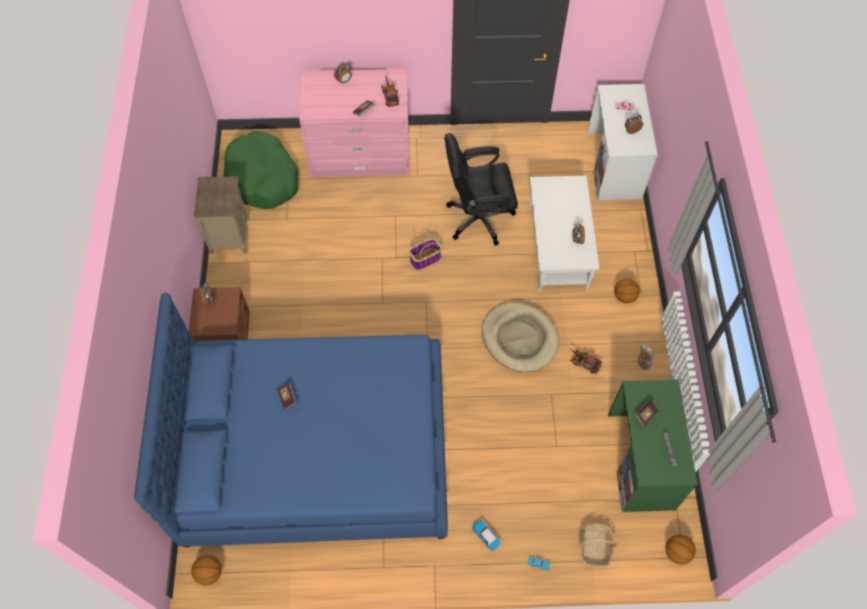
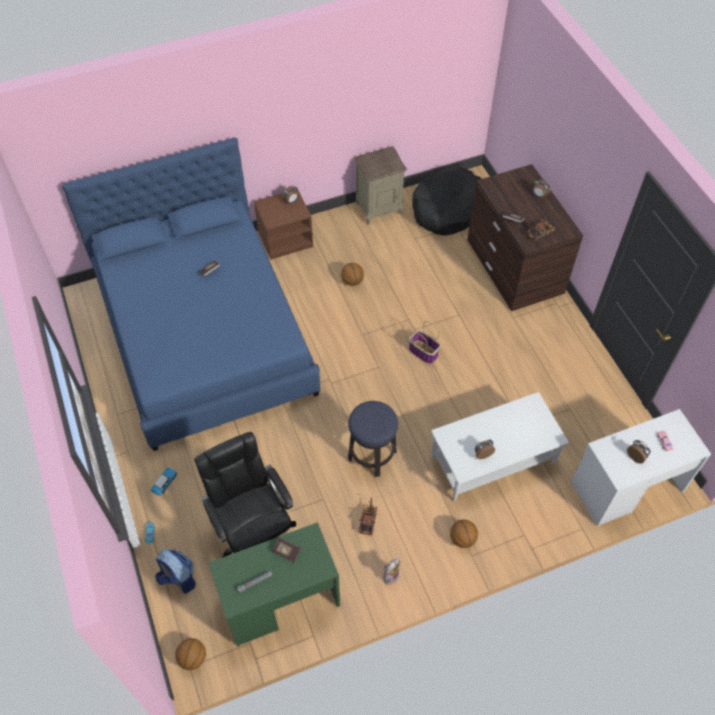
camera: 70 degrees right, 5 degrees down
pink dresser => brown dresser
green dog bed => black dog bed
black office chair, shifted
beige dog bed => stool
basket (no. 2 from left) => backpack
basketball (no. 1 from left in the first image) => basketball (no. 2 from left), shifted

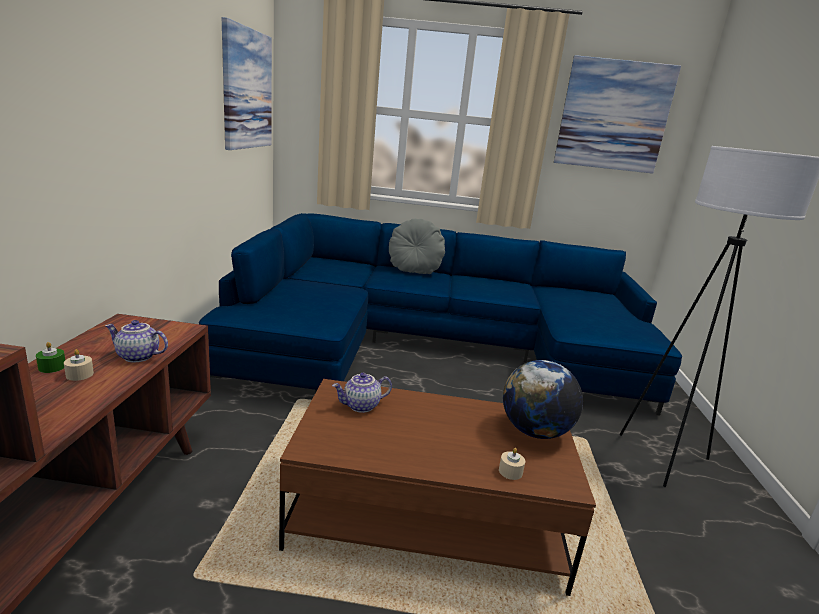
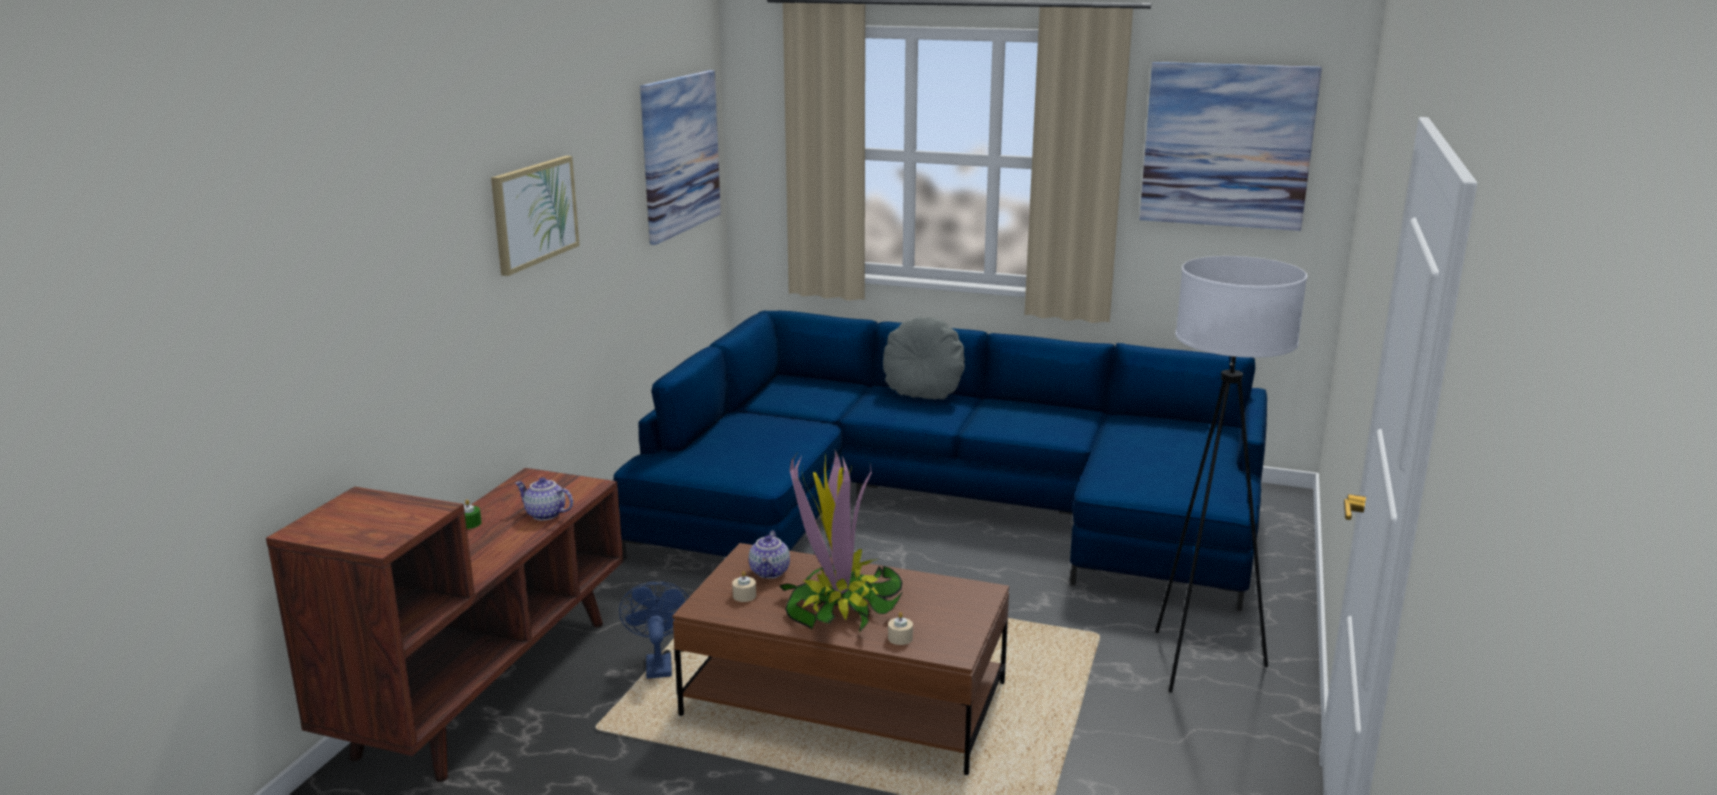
camera: 15 degrees right, 0 degrees up
beige candle (no. 1 from left), shifted
globe => nothing
teapot (no. 2 from left), 75 degrees counterclockwise
nothing => picture (no. 1 from left)
nothing => potted plant
nothing => blue fan

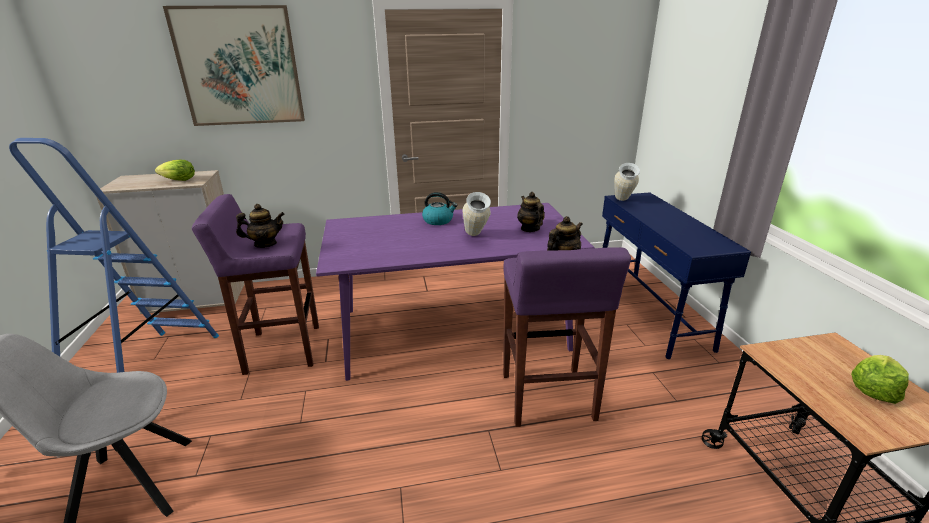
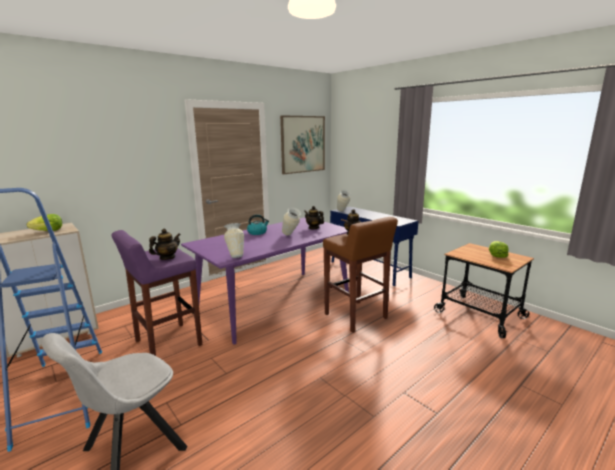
camera: 30 degrees left, 10 degrees down
picture, shifted
purple stool (no. 2 from left) => brown stool
nothing => vase (no. 1 from left)

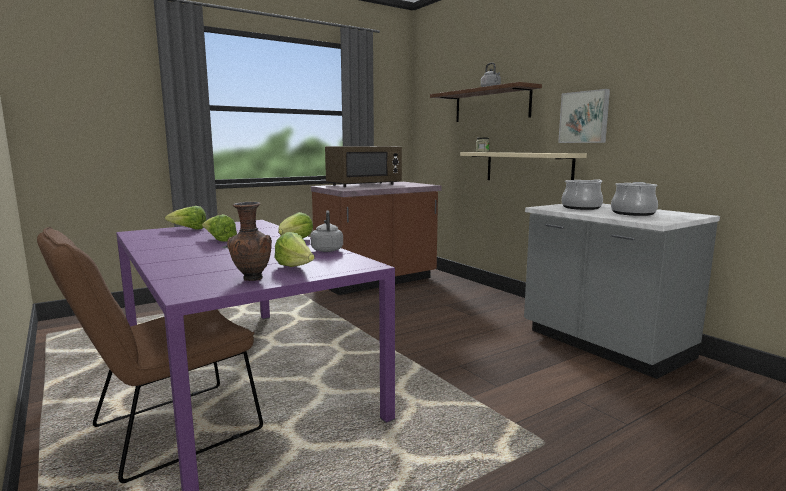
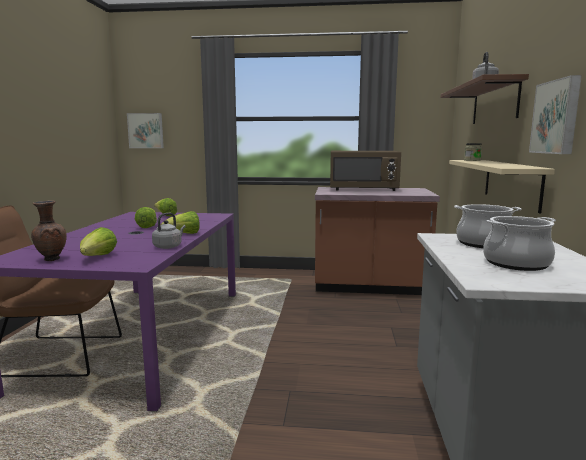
camera: 40 degrees right, 0 degrees up
nothing => picture (no. 1 from left)

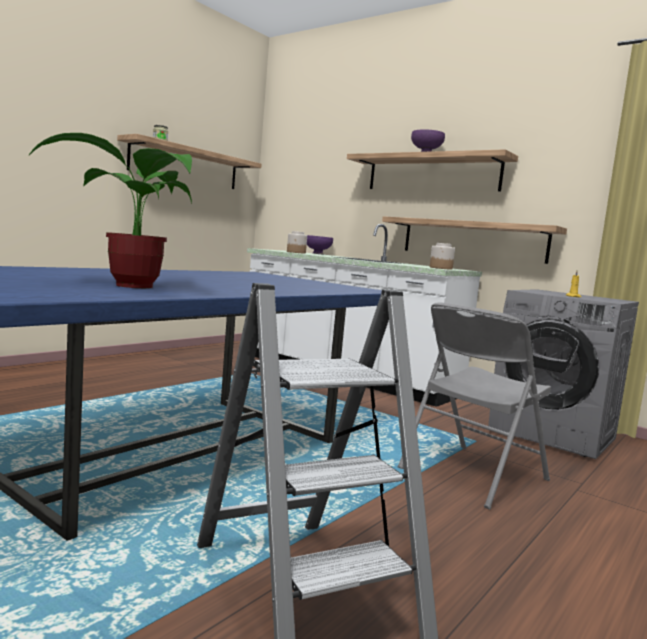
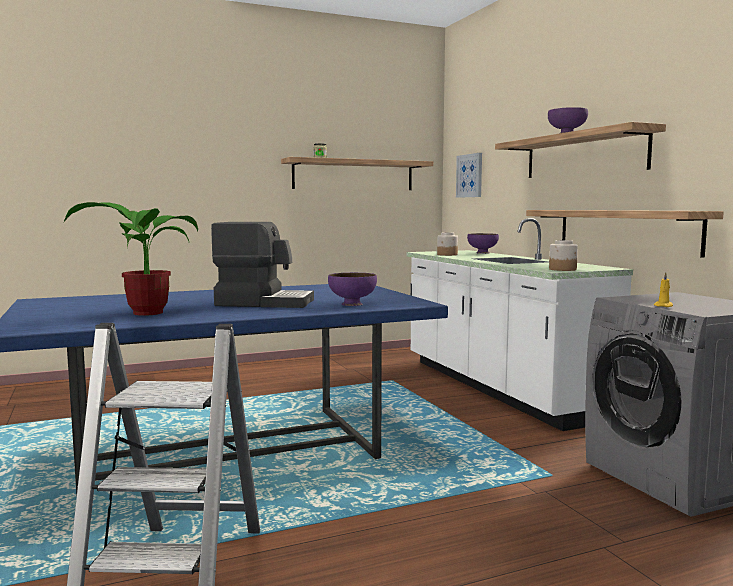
camera: 30 degrees right, 0 degrees up
grey chair => nothing
nothing => picture
nothing => coffee machine
nothing => purple bowl (no. 1 from left)

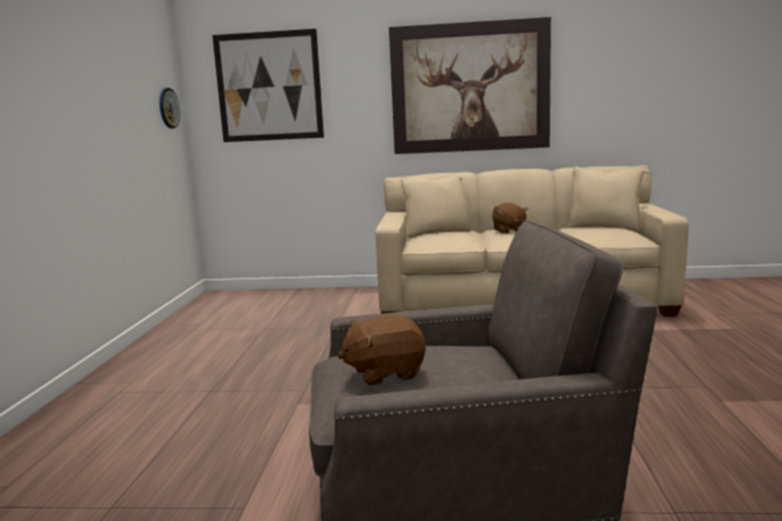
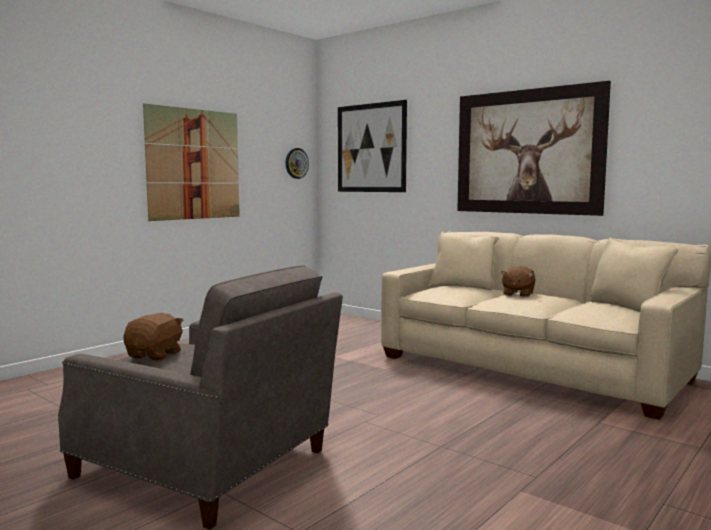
camera: 35 degrees right, 5 degrees down
brown plush toy (no. 1 from left), 90 degrees clockwise
nothing => picture (no. 1 from left)

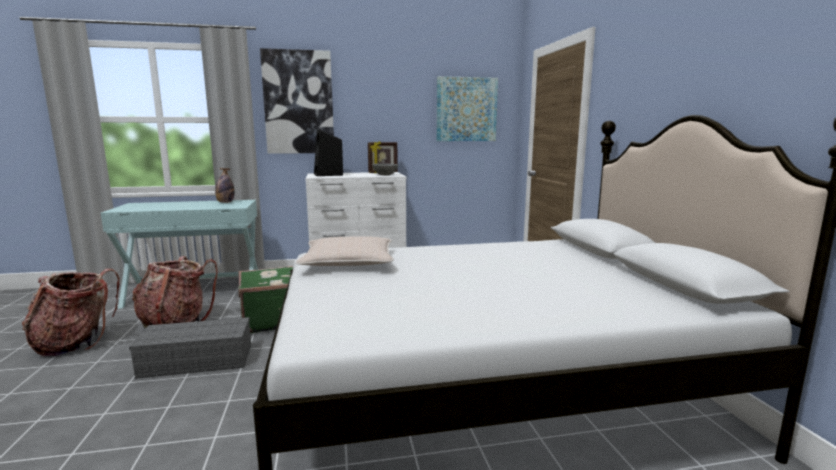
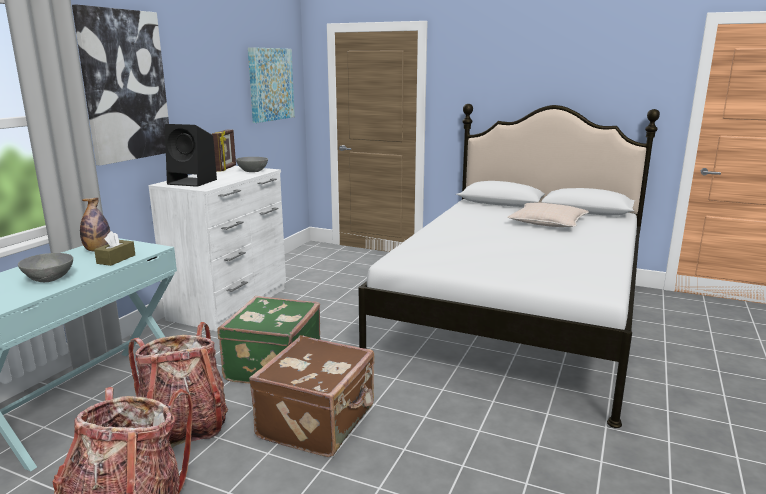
camera: 55 degrees left, 5 degrees up
beige pillow, shifted
grey storage box => brown suitcase
nothing => brown tissue box
nothing => grey bowl (no. 1 from left)

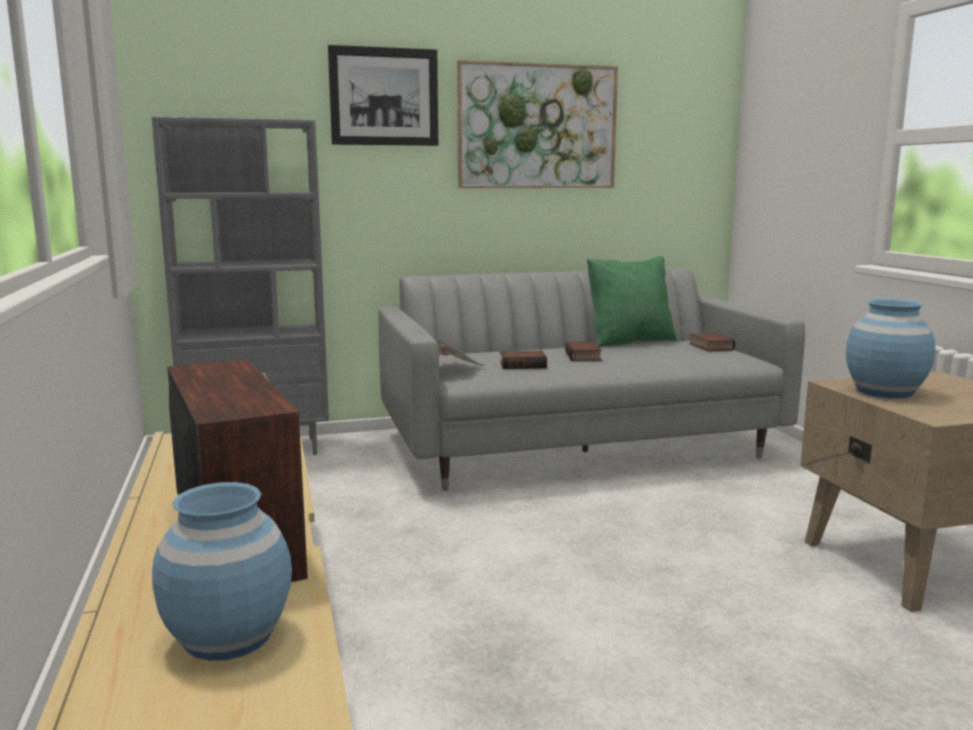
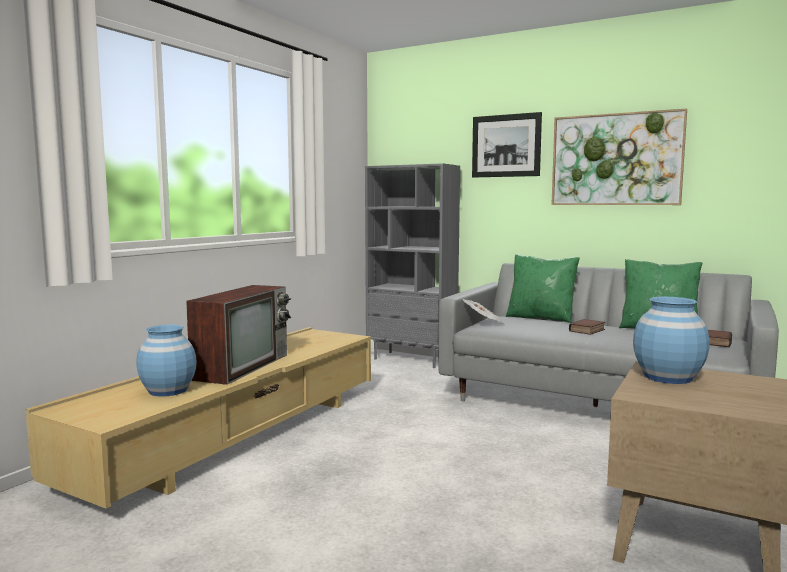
camera: 45 degrees right, 5 degrees down
book (no. 1 from left) => nothing
nothing => green pillow (no. 1 from left)

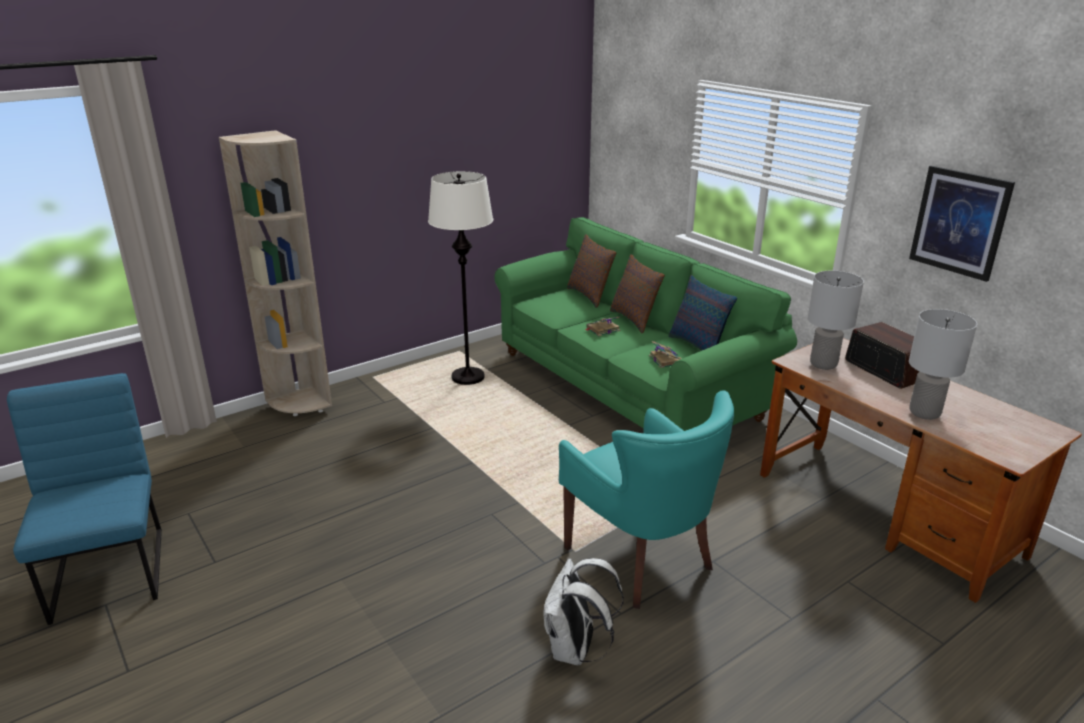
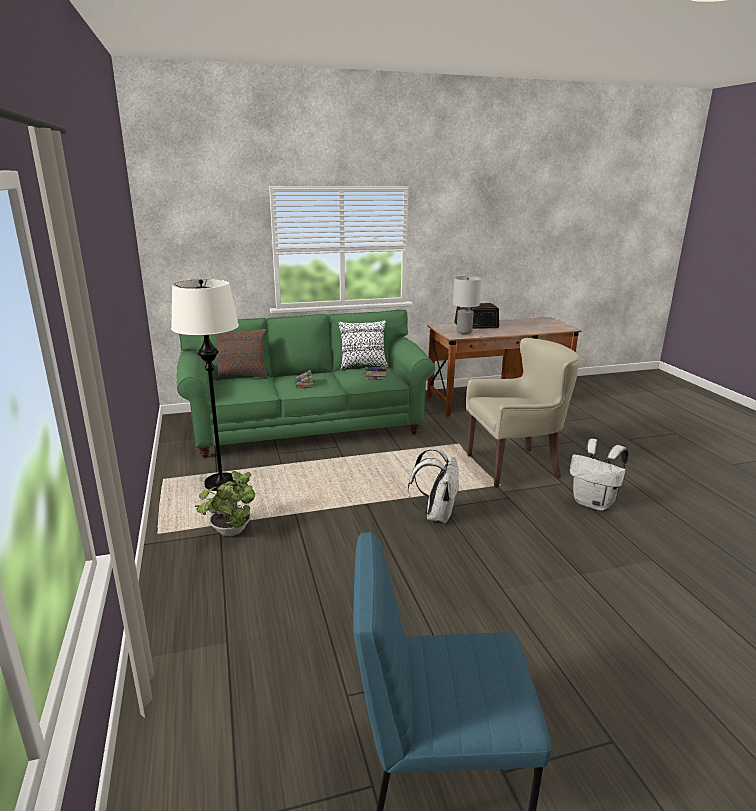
camera: 70 degrees left, 5 degrees down
beige bookcase => nothing
picture => nothing
brown pillow (no. 2 from left) => nothing
blue pillow => white pillow
grey table lamp (no. 2 from left) => nothing
turquoise armchair => beige armchair
nothing => white backpack (no. 1 from left)
nothing => potted plant

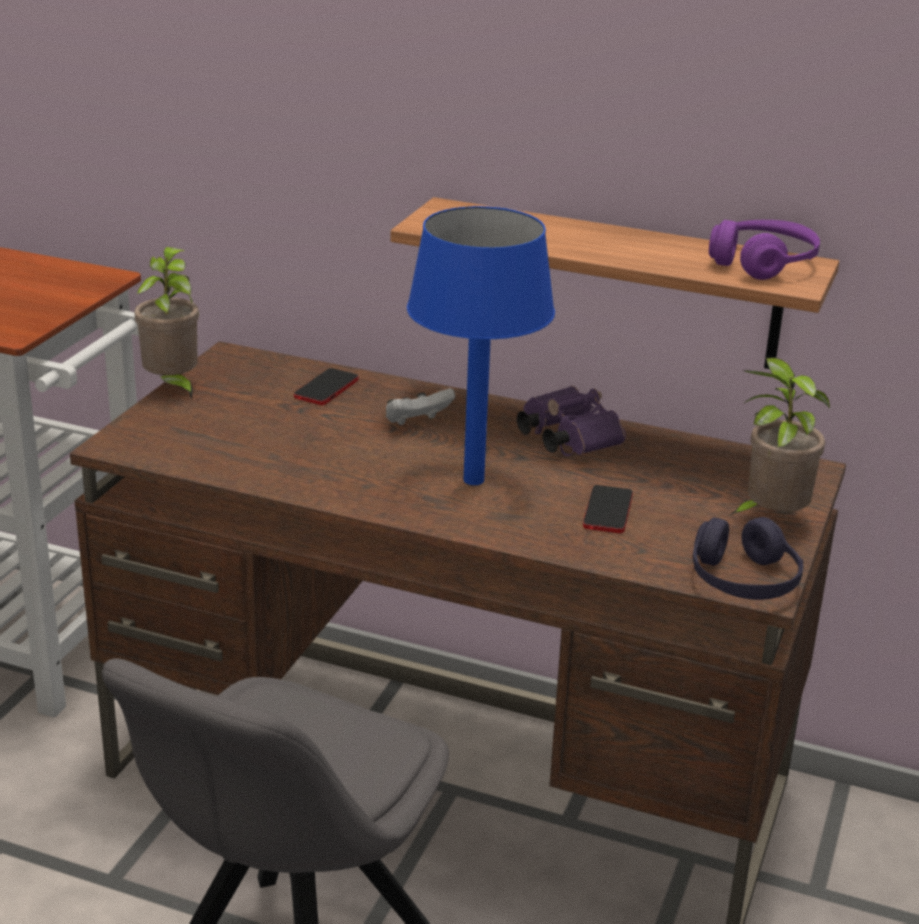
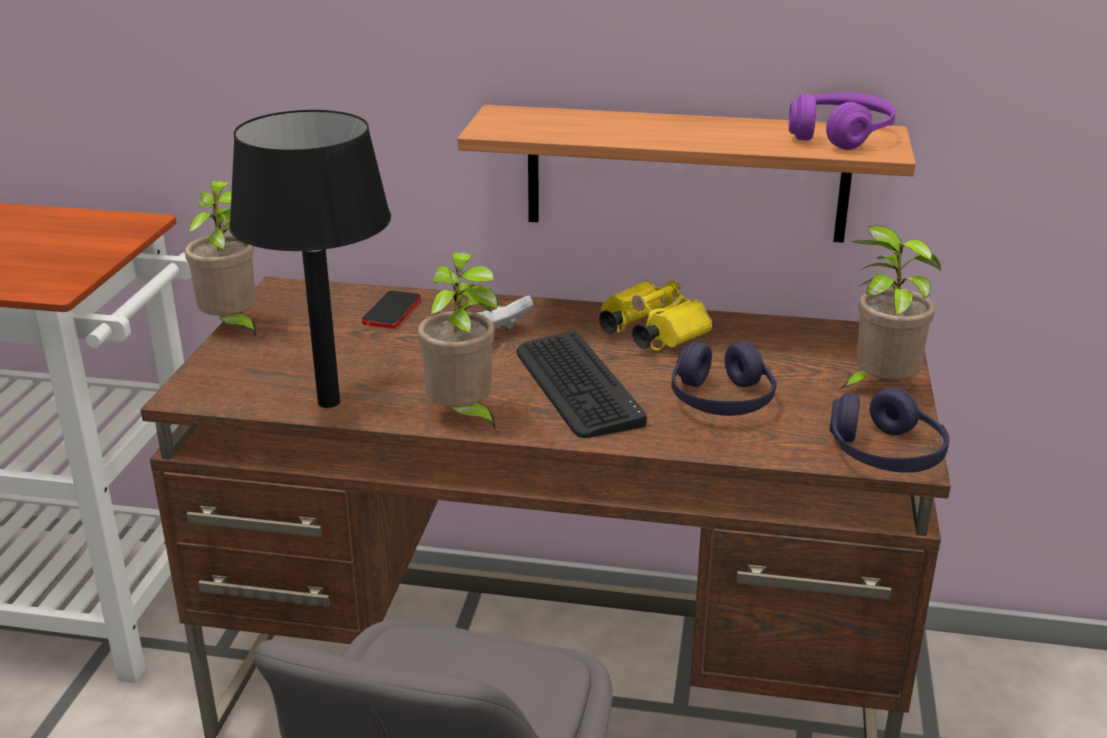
camera: 10 degrees left, 0 degrees up
blue table lamp => keyboard
purple binoculars => yellow binoculars
phone (no. 2 from left) => purple headphones (no. 1 from left)
nothing => black table lamp
nothing => potted plant (no. 2 from left)

